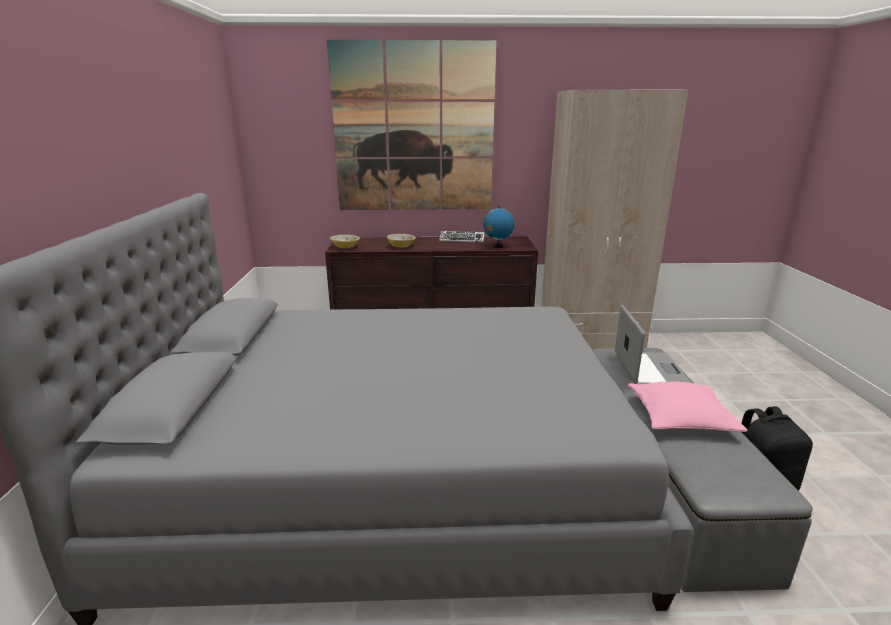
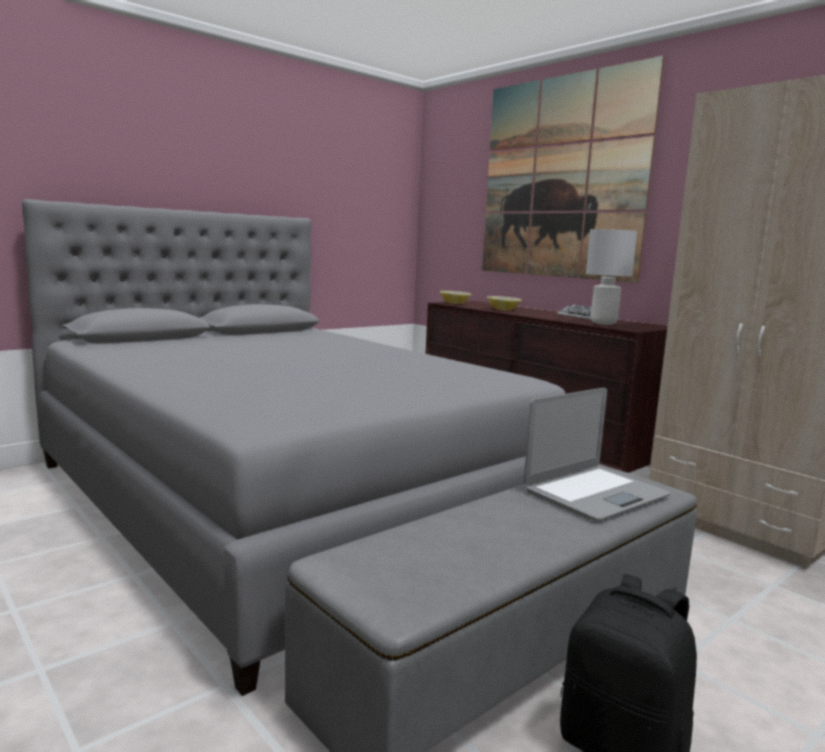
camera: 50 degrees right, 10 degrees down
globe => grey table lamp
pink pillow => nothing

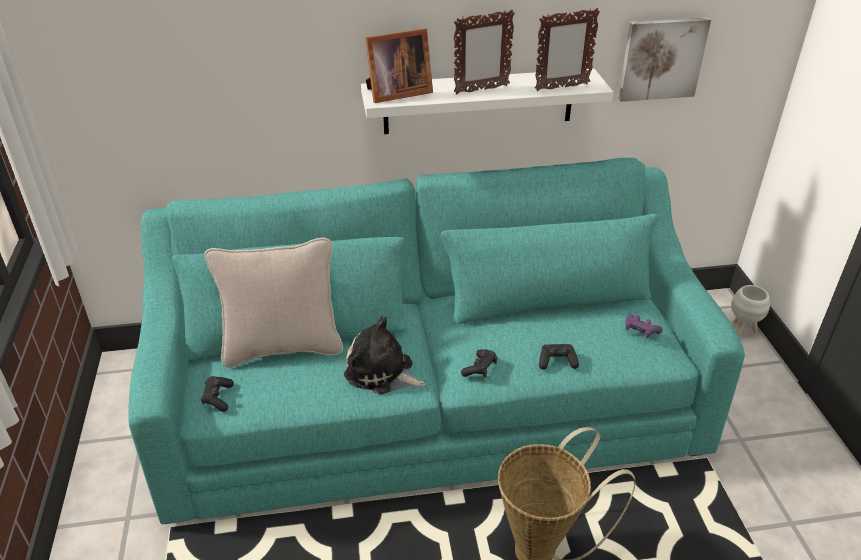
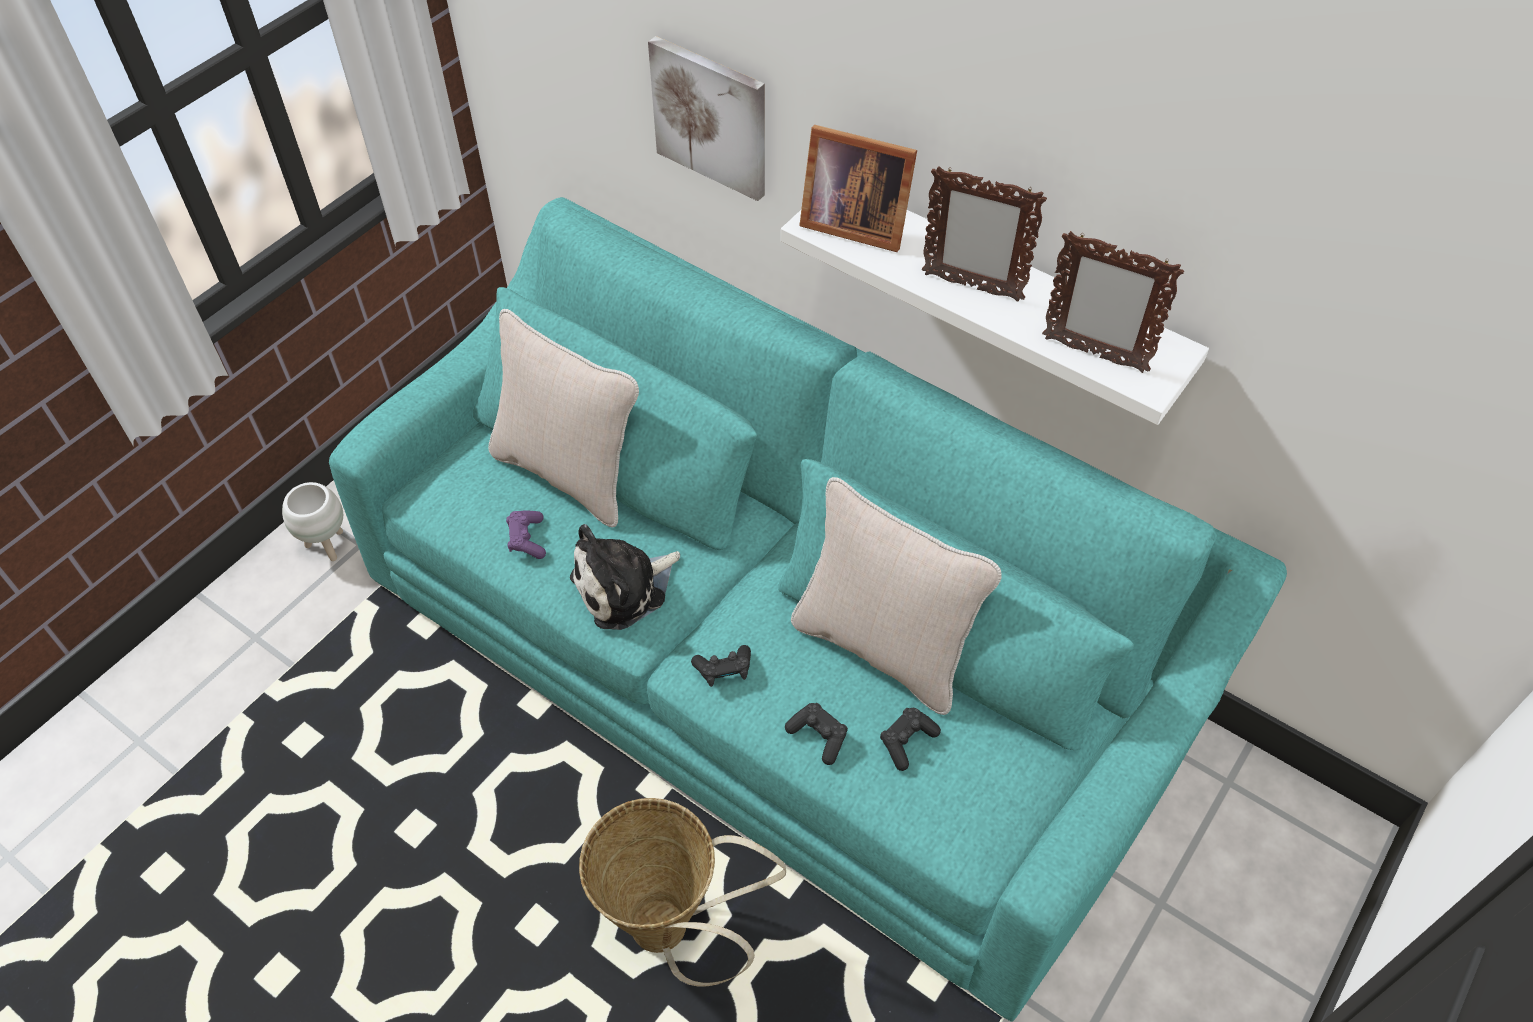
camera: 45 degrees right, 15 degrees up
picture, shifted
white planter, shifted
purple game controller, shifted
plush toy, 105 degrees counterclockwise
black game controller (no. 1 from left in the first image) => black game controller (no. 3 from left), shifted
nothing => beige pillow (no. 2 from left)

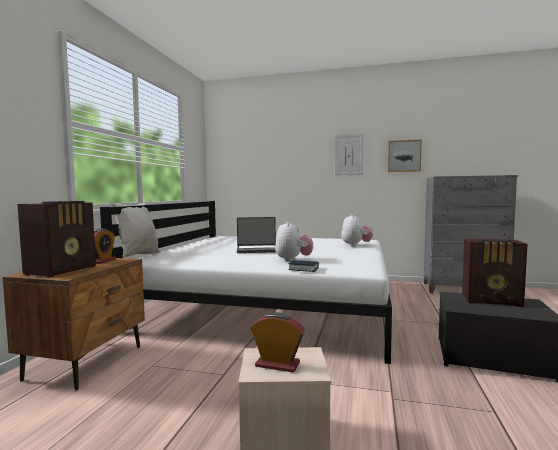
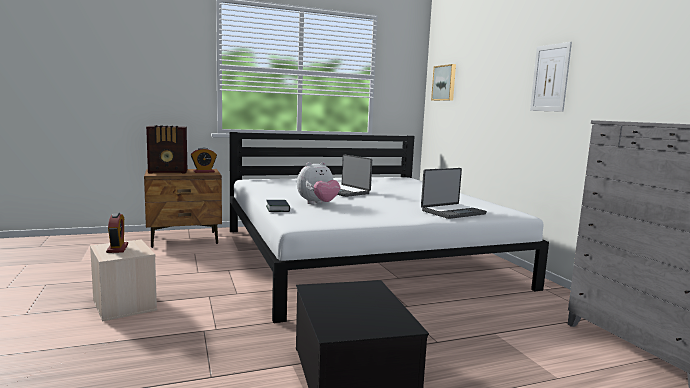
camera: 55 degrees right, 5 degrees up
picture (no. 2 from left in the first image) => picture (no. 1 from left), shifted
white pillow => nothing
plush toy (no. 2 from left) => laptop (no. 2 from left)
radio (no. 2 from left) => nothing

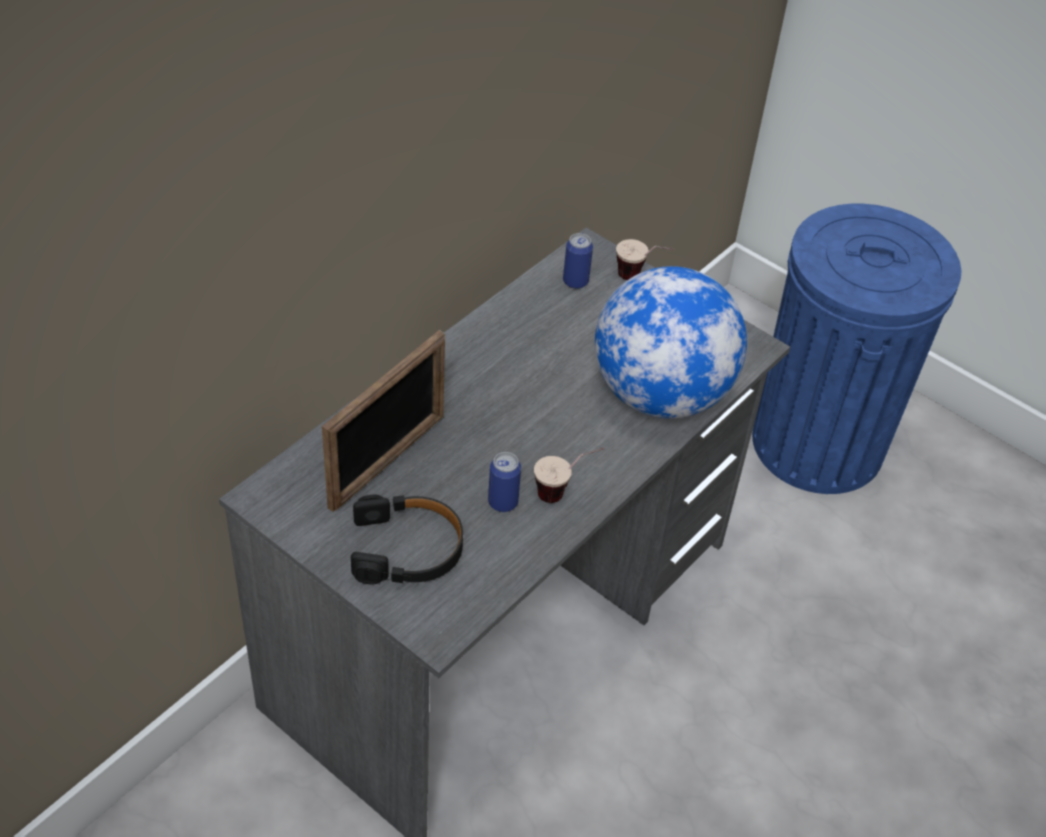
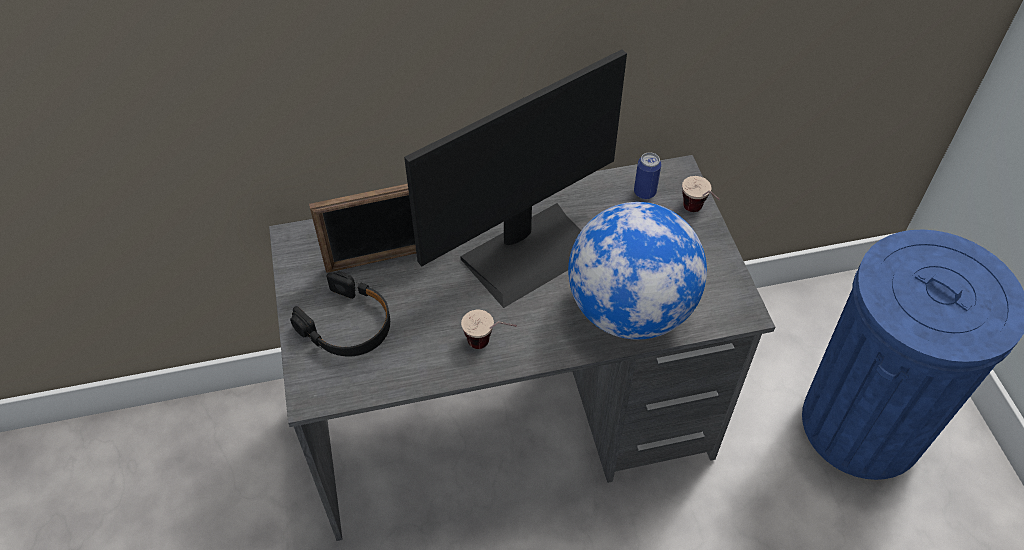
camera: 40 degrees right, 5 degrees up
can (no. 1 from left) => nothing
nothing => monitor

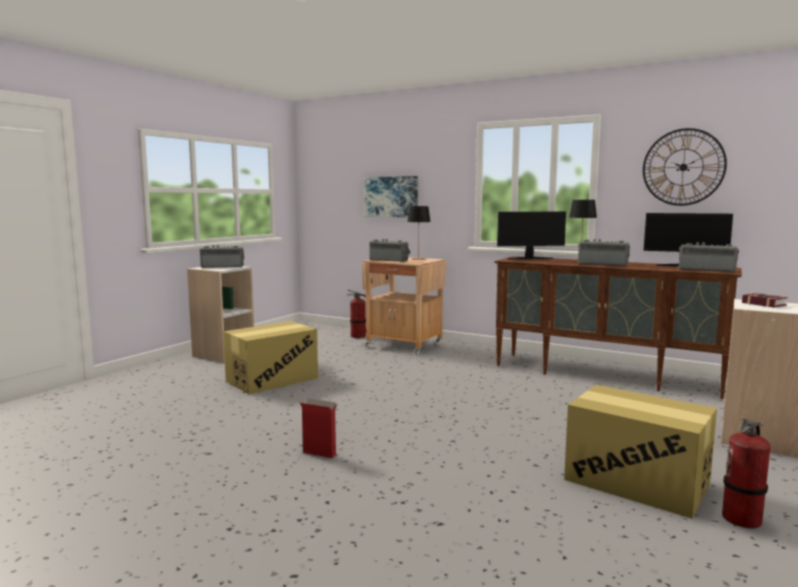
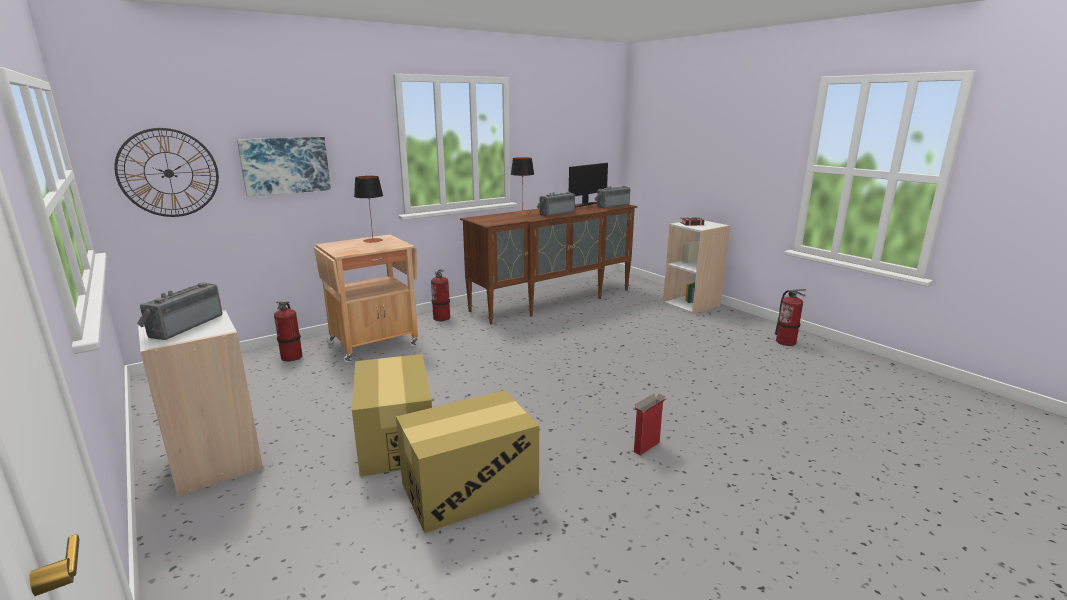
camera: 65 degrees left, 10 degrees up
wall clock, shifted
monitor (no. 1 from left) => nothing
radio (no. 2 from left) => nothing
cardboard box (no. 3 from left in the first image) => cardboard box (no. 2 from left), shifted
nothing => fire extinguisher (no. 2 from left)

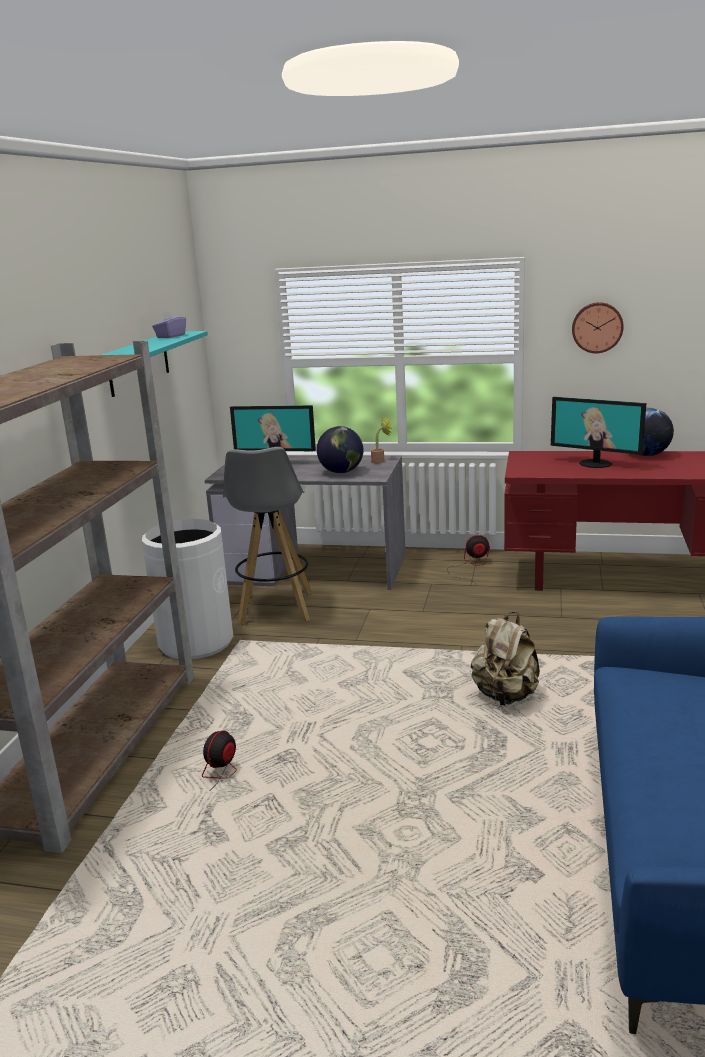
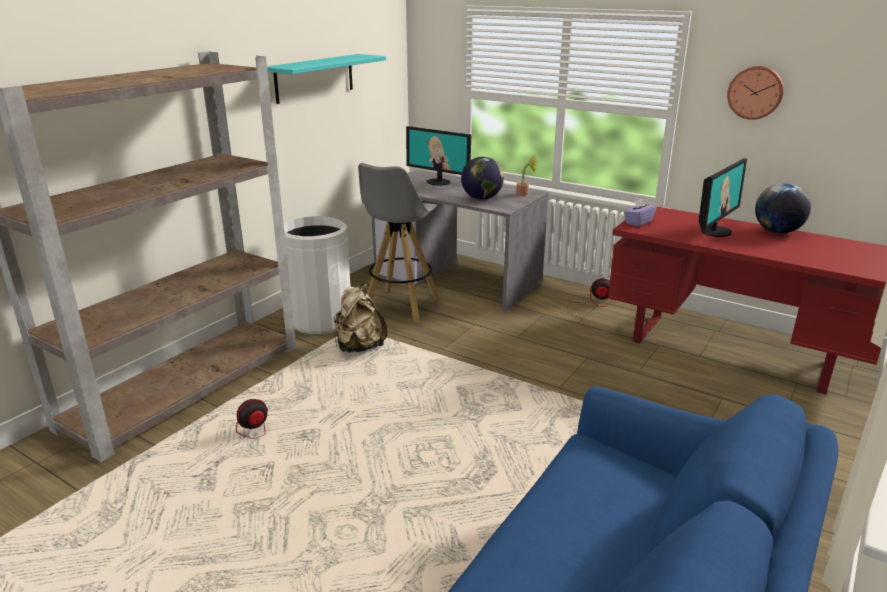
camera: 20 degrees right, 5 degrees up
purple tissue box, shifted
monitor (no. 2 from left), 105 degrees counterclockwise
beige backpack, shifted

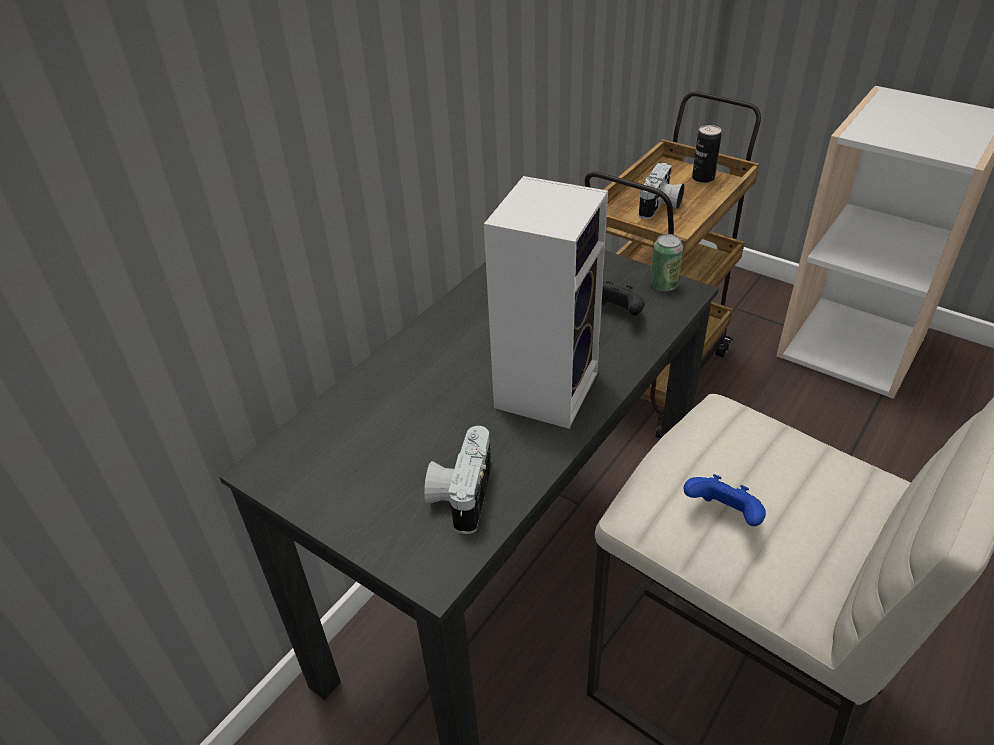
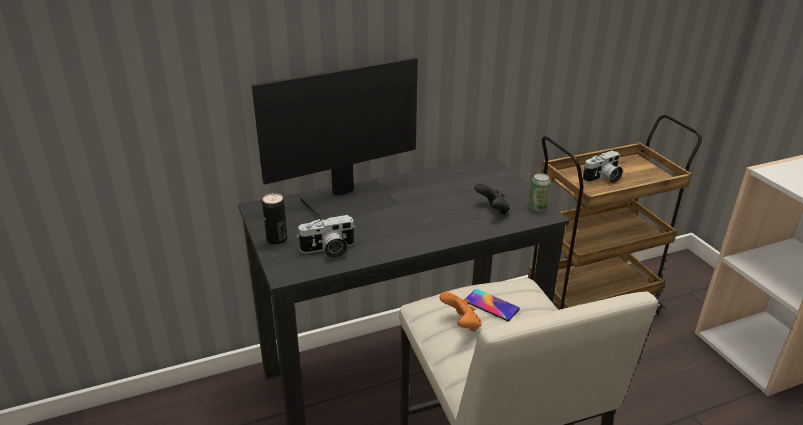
camera: 30 degrees right, 10 degrees down
can (no. 2 from left in the first image) => can (no. 1 from left), shifted
speaker => nothing
photo camera (no. 1 from left), 150 degrees counterclockwise
blue game controller => orange game controller
nothing => monitor
nothing => phone

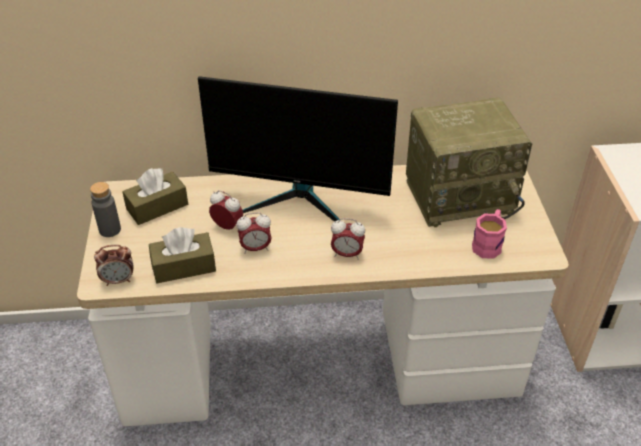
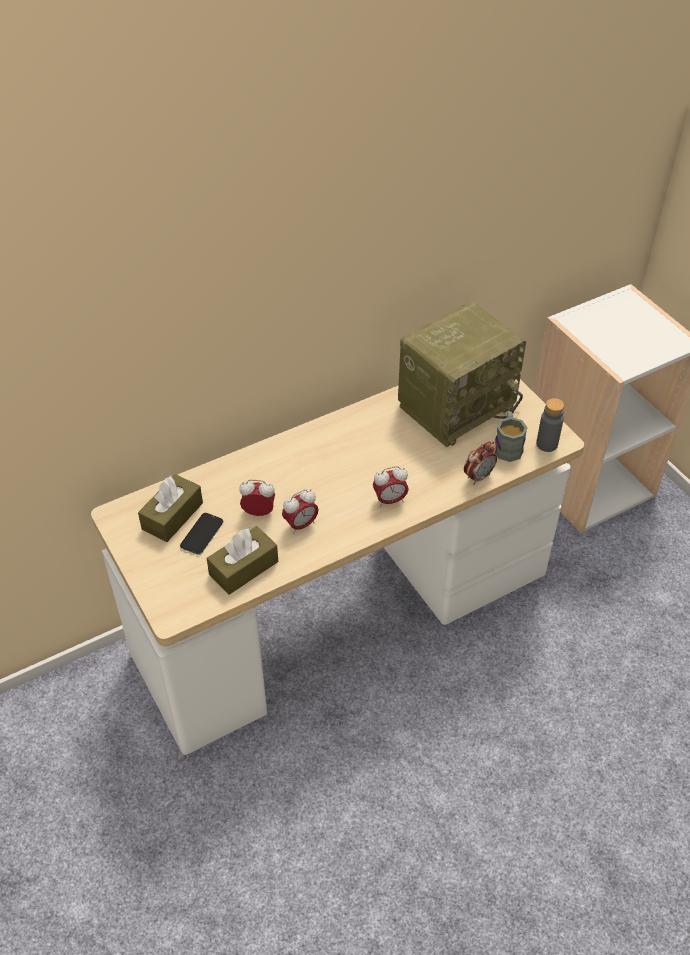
camera: 25 degrees left, 5 degrees up
monitor => nothing
grey bottle, shifted
pink mug => grey mug
alarm clock (no. 1 from left in the first image) => alarm clock (no. 4 from left), shifted
nothing => phone

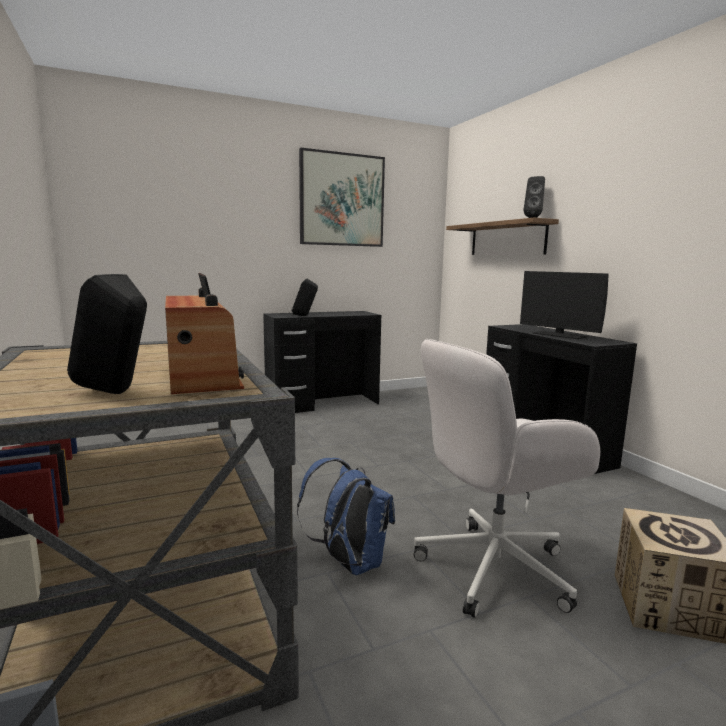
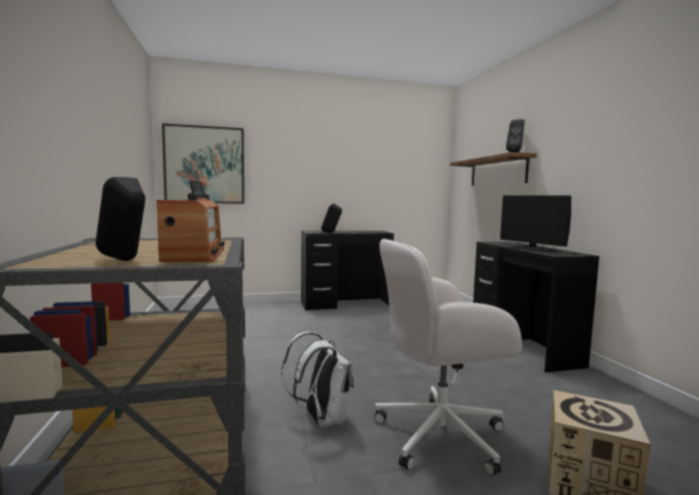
camera: 10 degrees right, 5 degrees down
picture, shifted
blue backpack => white backpack

